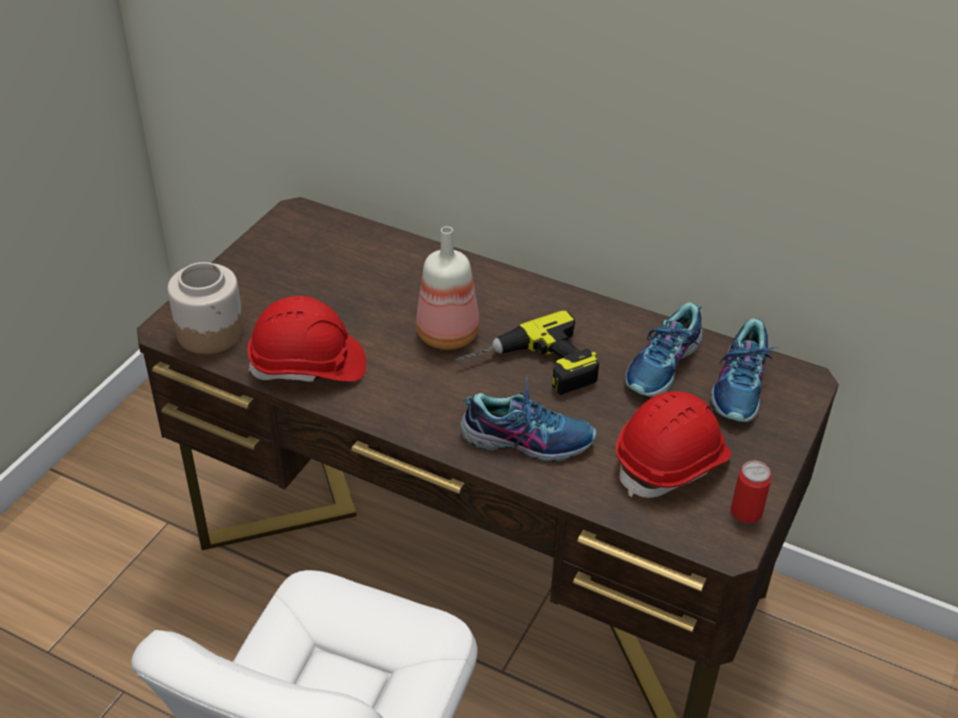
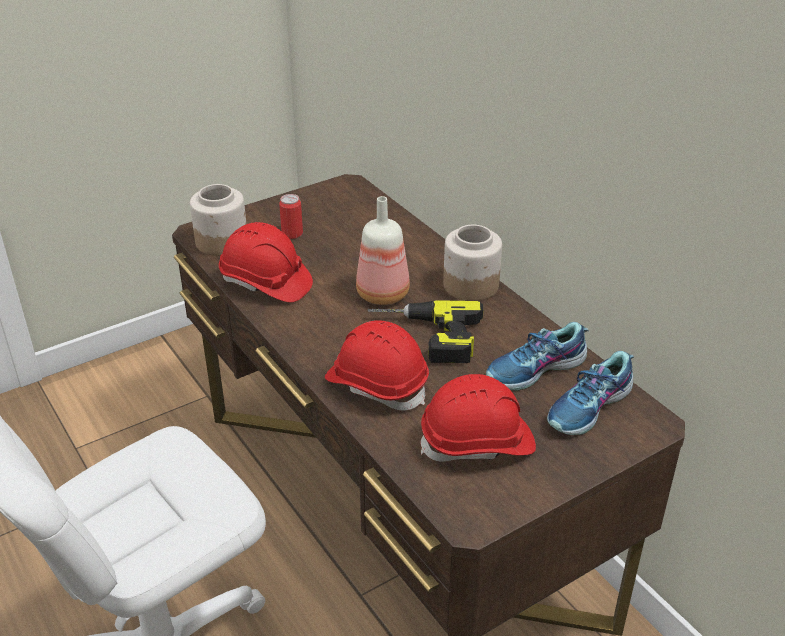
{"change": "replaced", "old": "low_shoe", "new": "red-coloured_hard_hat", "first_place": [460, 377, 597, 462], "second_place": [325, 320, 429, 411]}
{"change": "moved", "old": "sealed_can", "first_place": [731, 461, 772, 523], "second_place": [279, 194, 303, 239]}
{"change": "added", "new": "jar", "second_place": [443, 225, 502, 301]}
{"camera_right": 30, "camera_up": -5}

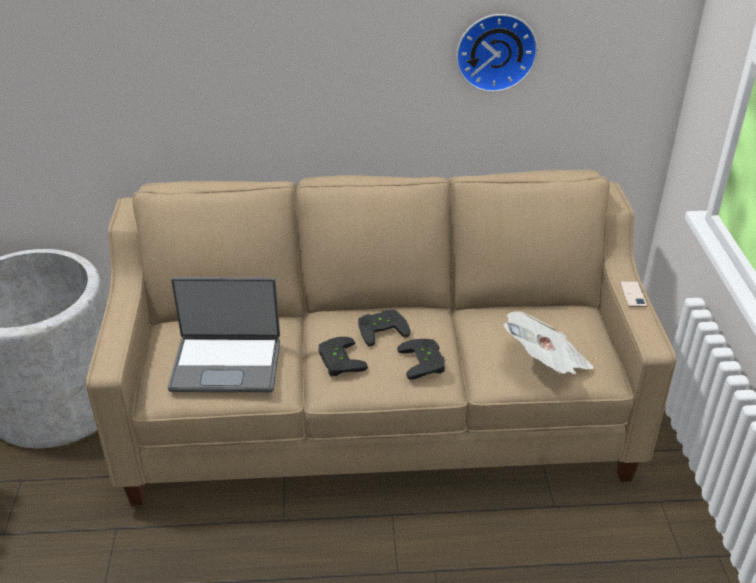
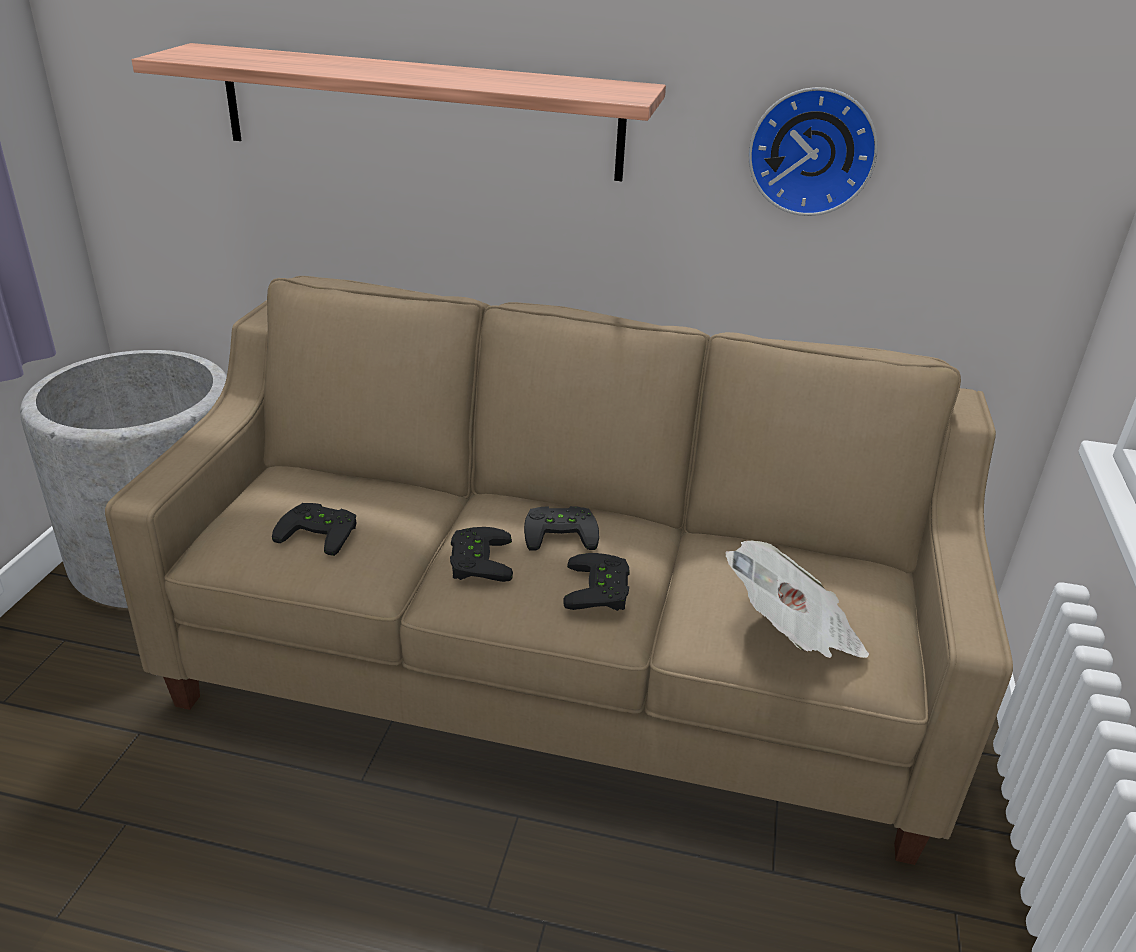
{"change": "replaced", "old": "portable_computer", "new": "black-coloured_gamepad", "first_place": [168, 277, 280, 393], "second_place": [272, 503, 357, 556]}
{"change": "removed", "old": "phone", "first_place": [620, 281, 647, 307]}
{"change": "added", "new": "shelf", "second_place": [132, 43, 666, 181]}
{"camera_right": 15, "camera_up": -5}

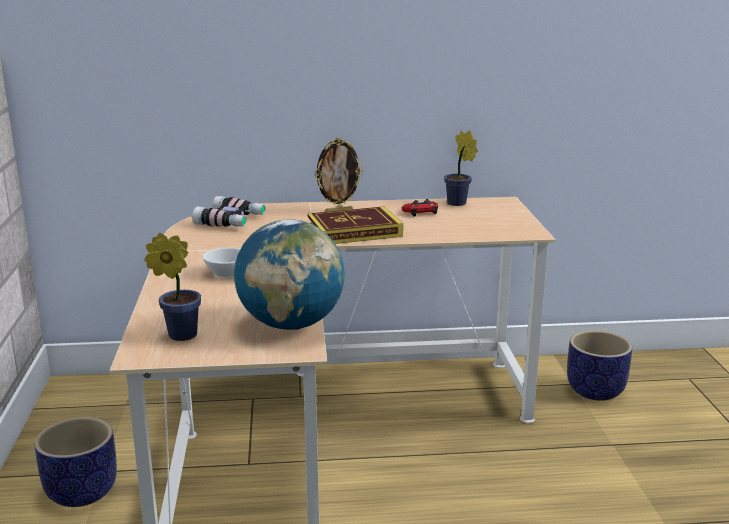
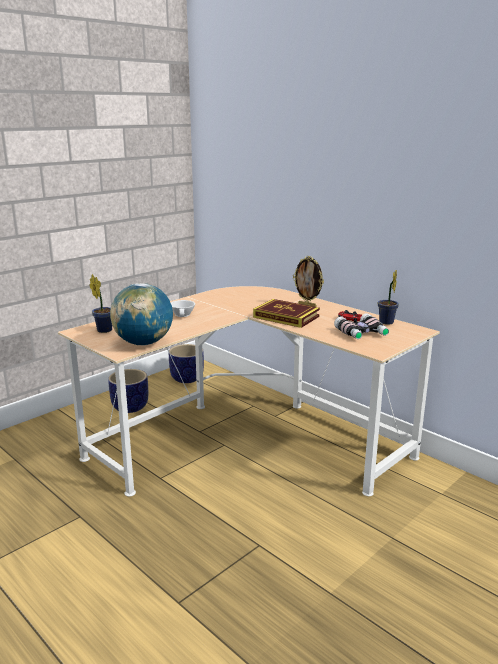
{"change": "moved", "old": "binoculars", "first_place": [192, 196, 266, 227], "second_place": [334, 313, 389, 339]}
{"change": "moved", "old": "flower_pot", "first_place": [567, 330, 632, 401], "second_place": [169, 344, 204, 383]}
{"camera_right": 50, "camera_up": 0}

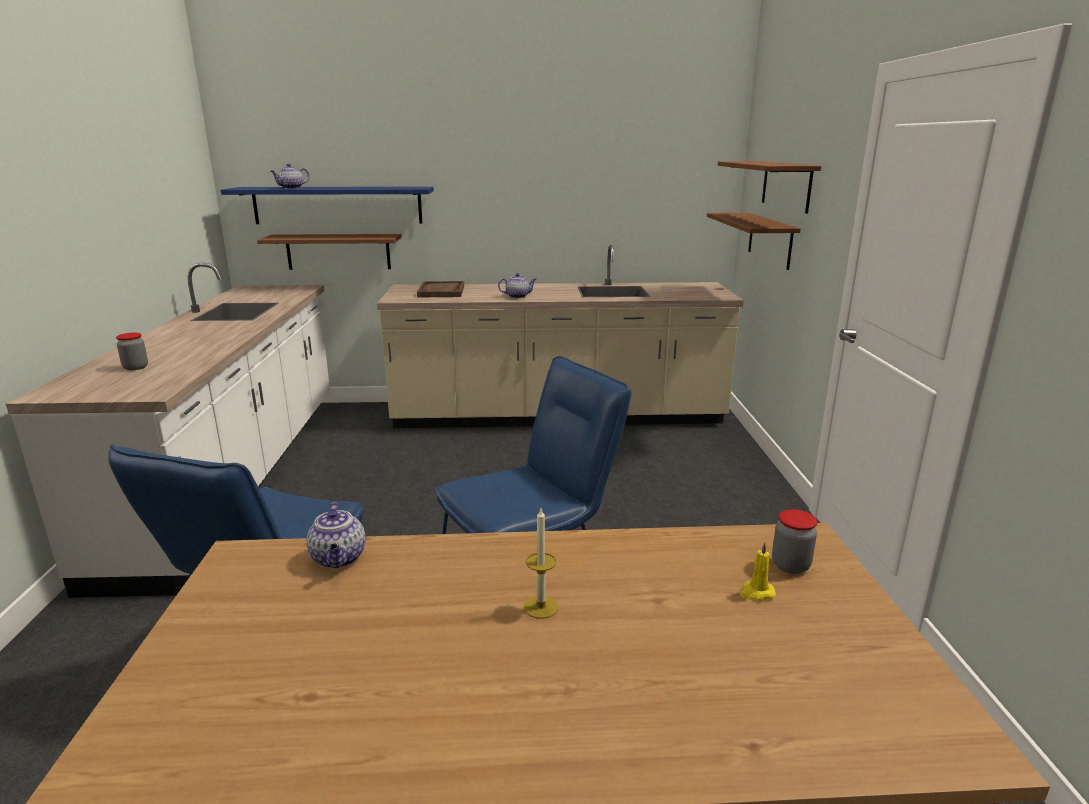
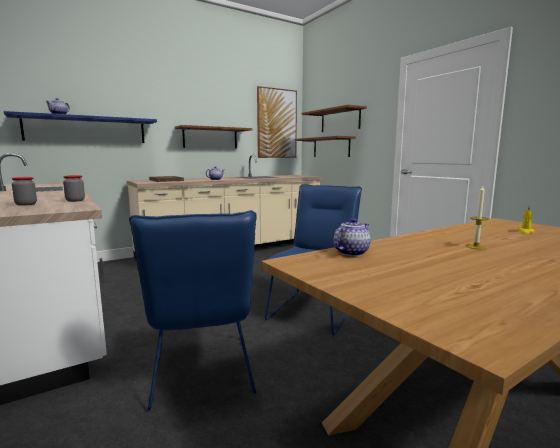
{"change": "moved", "old": "brown-coloured_shelf", "first_place": [257, 234, 402, 270], "second_place": [175, 125, 252, 148]}
{"change": "turned", "old": "teapot", "first_place": [307, 503, 366, 568], "second_place": [333, 218, 371, 256], "degrees": -90}
{"change": "moved", "old": "jar", "first_place": [772, 509, 817, 574], "second_place": [63, 175, 85, 202]}
{"change": "added", "new": "wall_art", "second_place": [257, 86, 297, 158]}
{"camera_right": -30, "camera_up": -10}

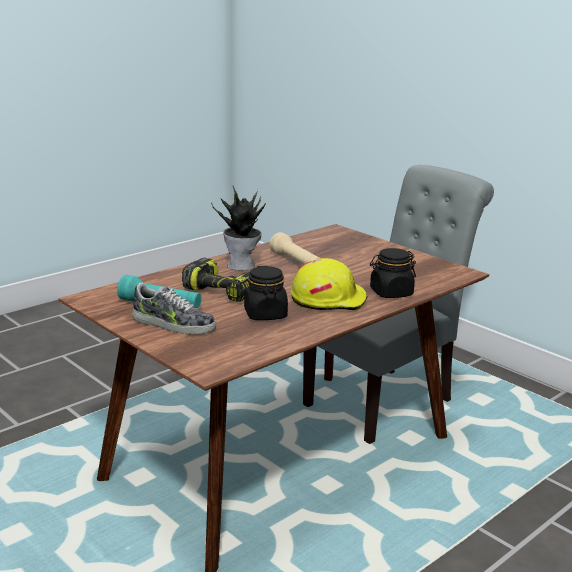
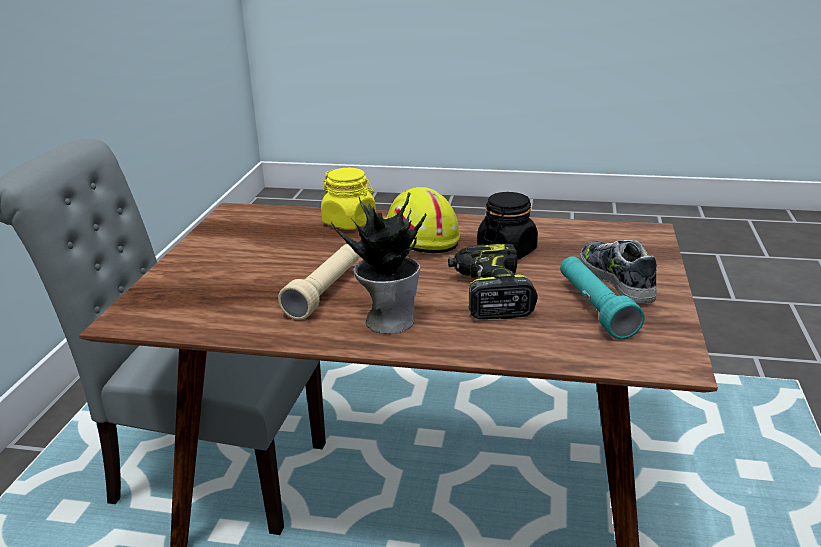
{"change": "recoloured", "old": "black-coloured_jar", "new": "yellow_jar", "first_place": [370, 248, 416, 298], "second_place": [321, 168, 376, 230]}
{"camera_right": -125, "camera_up": 5}

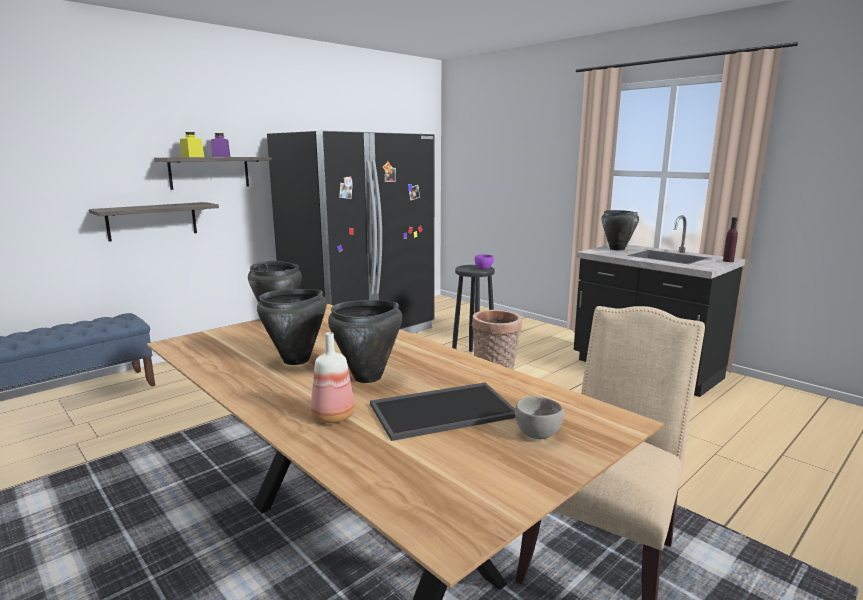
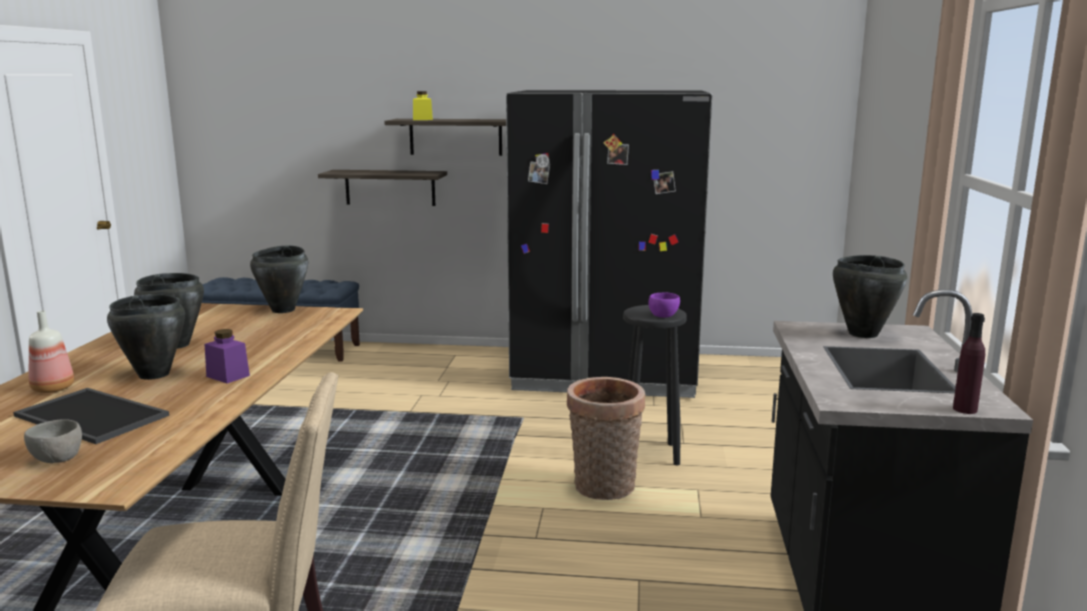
{"change": "moved", "old": "purple-coloured_jar", "first_place": [211, 133, 230, 157], "second_place": [205, 329, 250, 383]}
{"camera_right": 50, "camera_up": 0}

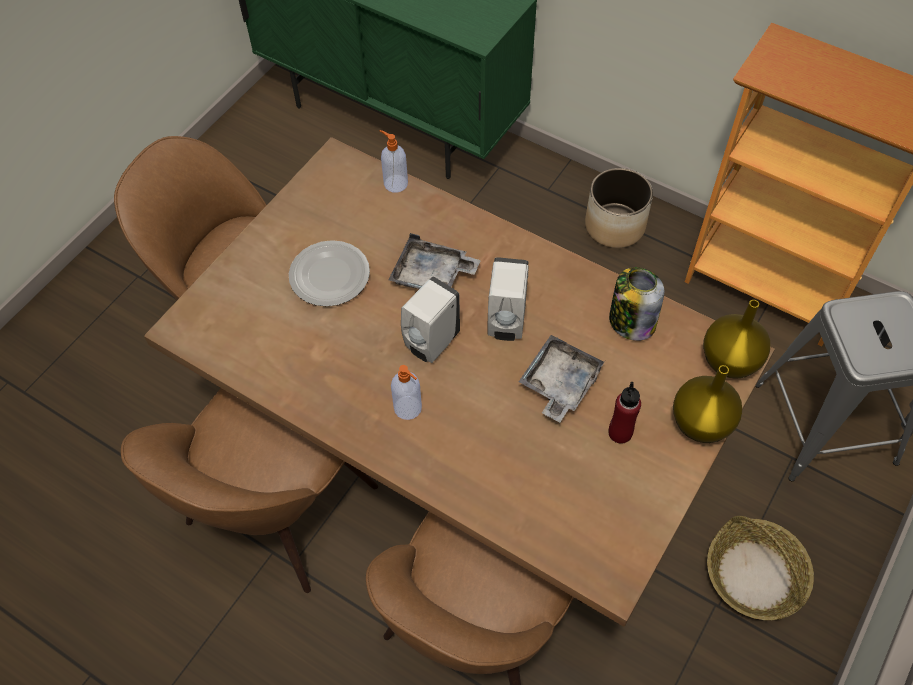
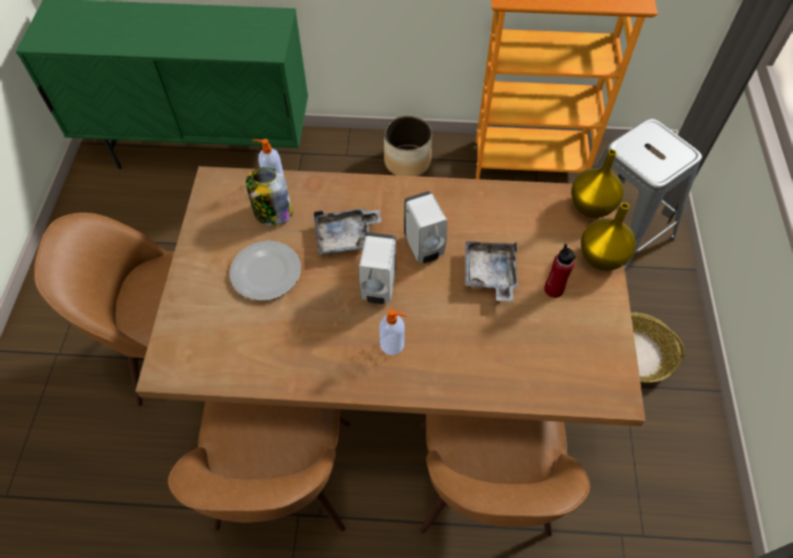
{"change": "moved", "old": "jar", "first_place": [609, 267, 664, 341], "second_place": [246, 167, 293, 226]}
{"camera_right": -30, "camera_up": 0}

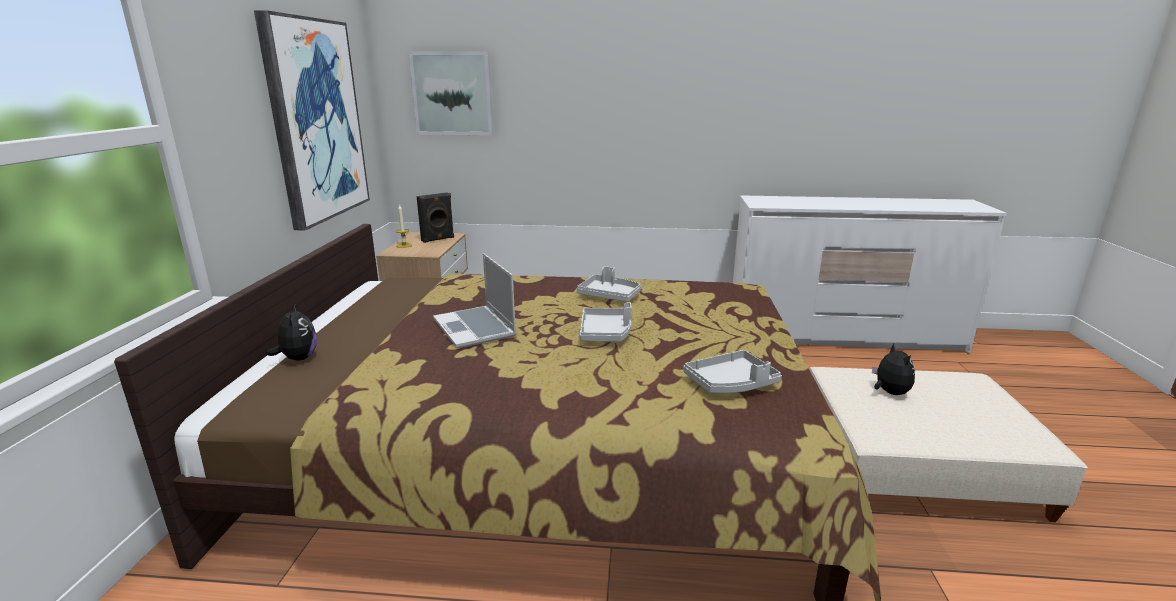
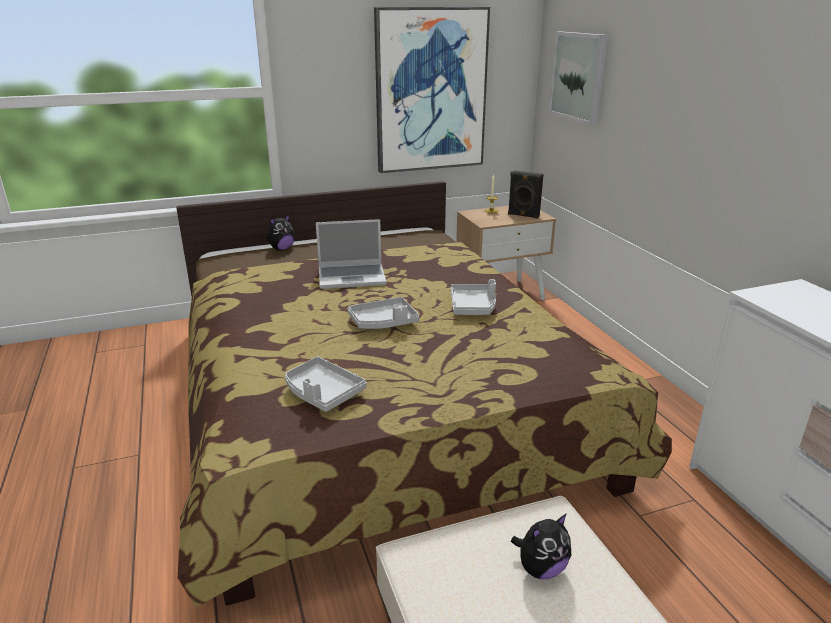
{"change": "turned", "old": "portable_computer", "first_place": [433, 253, 516, 348], "second_place": [316, 219, 386, 289], "degrees": -135}
{"camera_right": 65, "camera_up": 5}

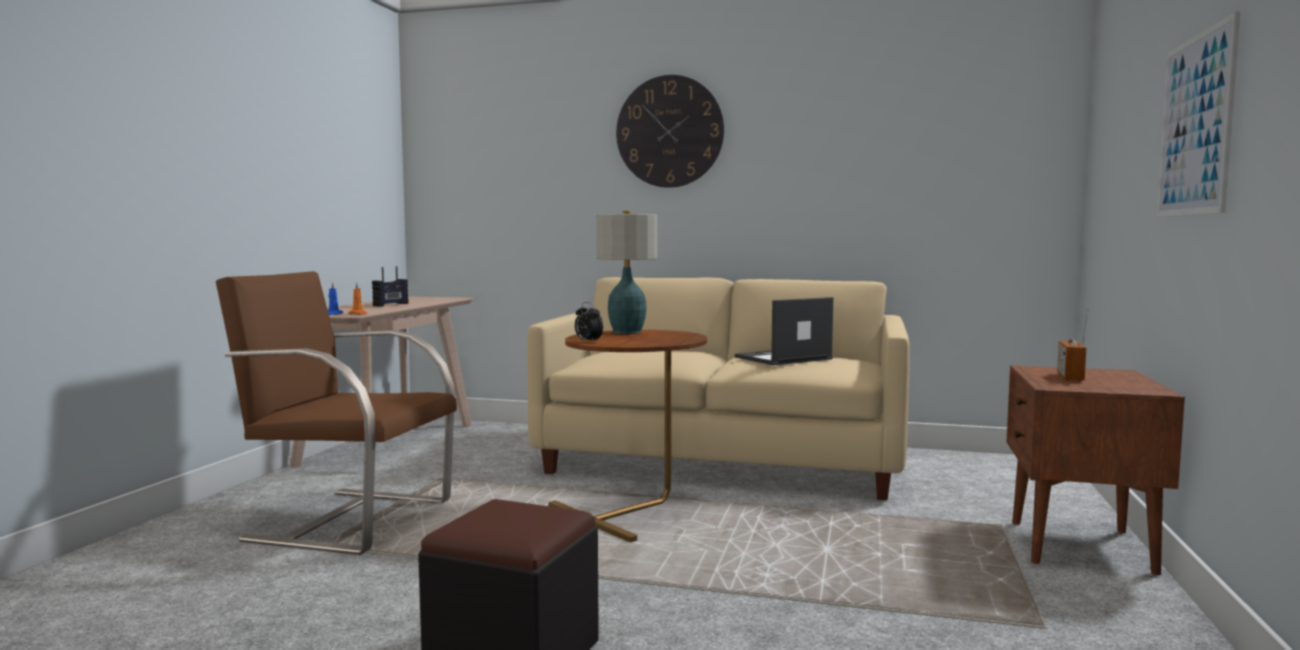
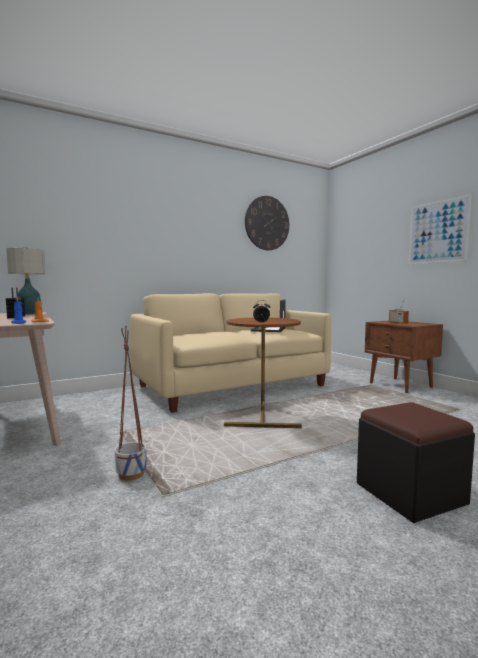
{"change": "replaced", "old": "brown-coloured_lounge_chair", "new": "flower_pot", "first_place": [216, 271, 457, 555], "second_place": [115, 326, 147, 481]}
{"change": "moved", "old": "lamp_for_a_table", "first_place": [596, 210, 657, 334], "second_place": [6, 247, 46, 315]}
{"change": "moved", "old": "clock_on_the_wall", "first_place": [616, 75, 724, 188], "second_place": [245, 196, 289, 250]}
{"camera_right": -45, "camera_up": 0}

